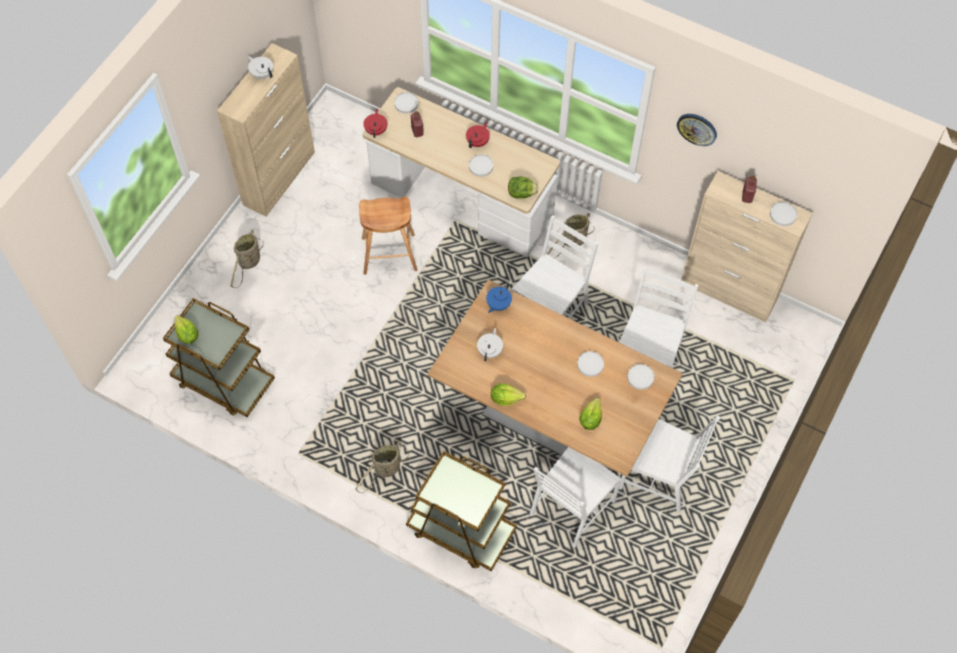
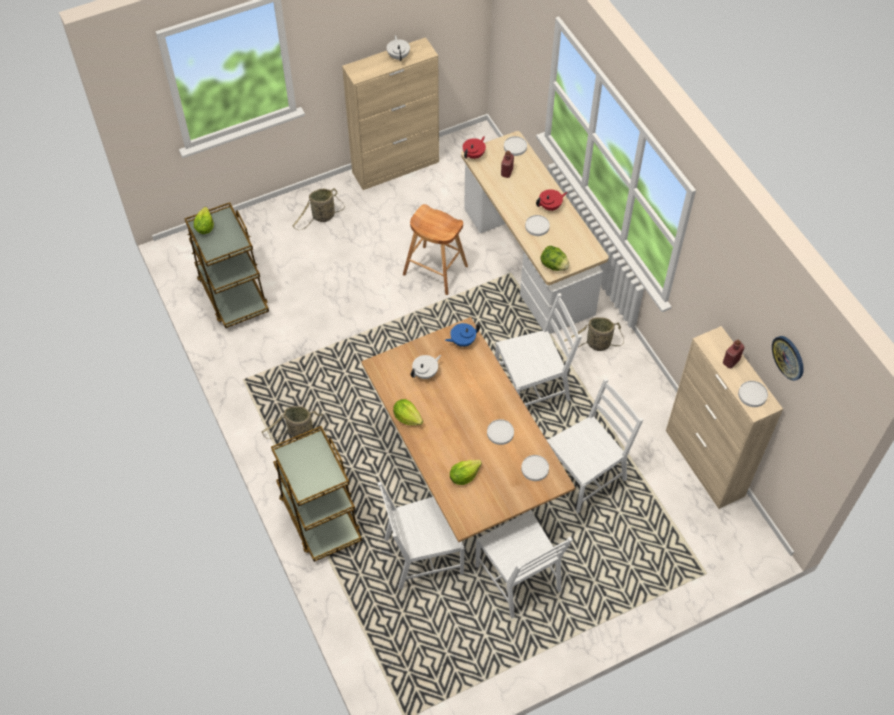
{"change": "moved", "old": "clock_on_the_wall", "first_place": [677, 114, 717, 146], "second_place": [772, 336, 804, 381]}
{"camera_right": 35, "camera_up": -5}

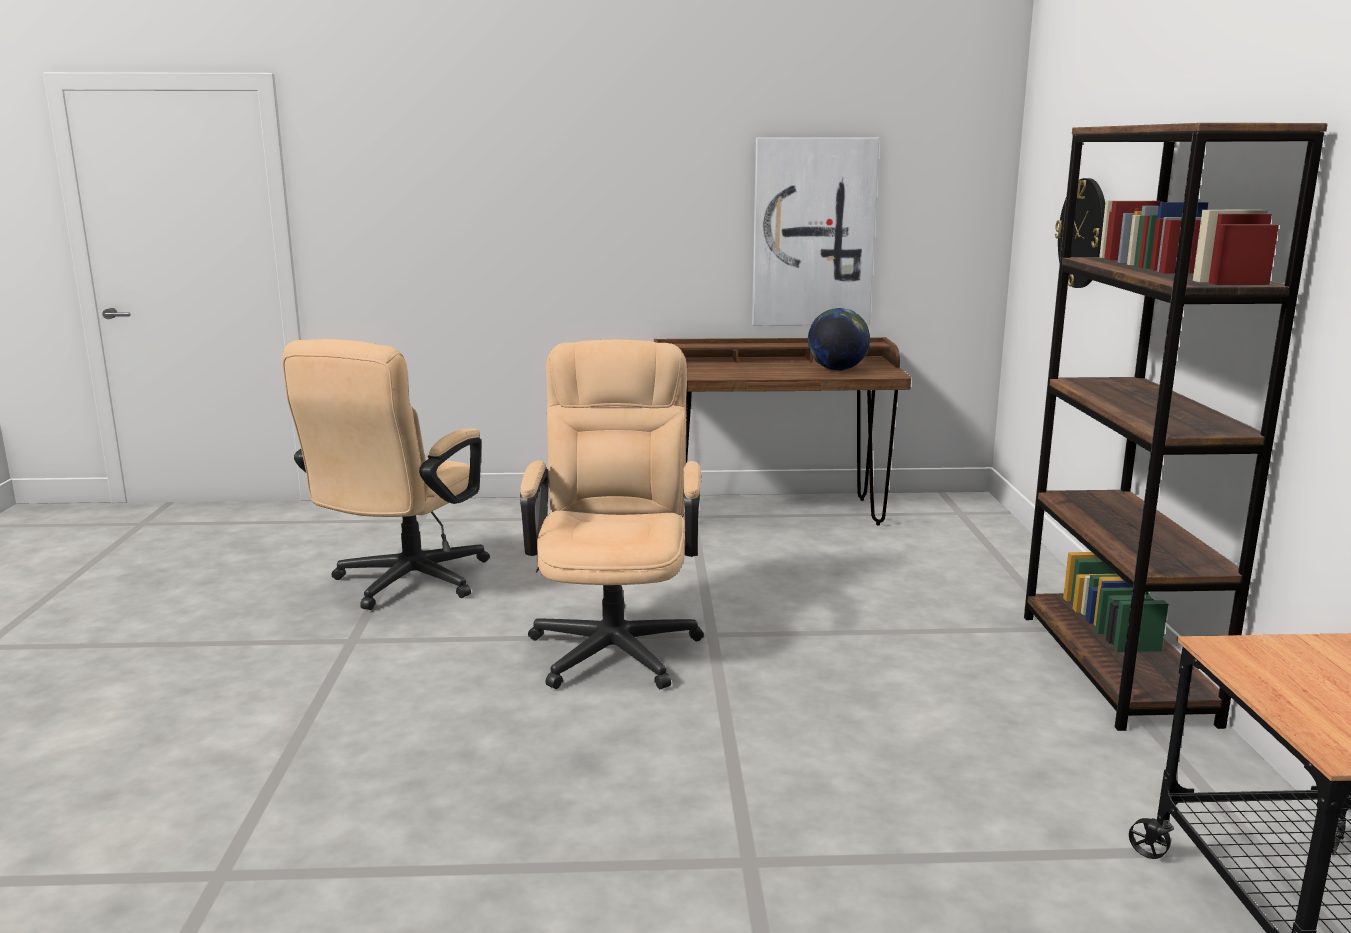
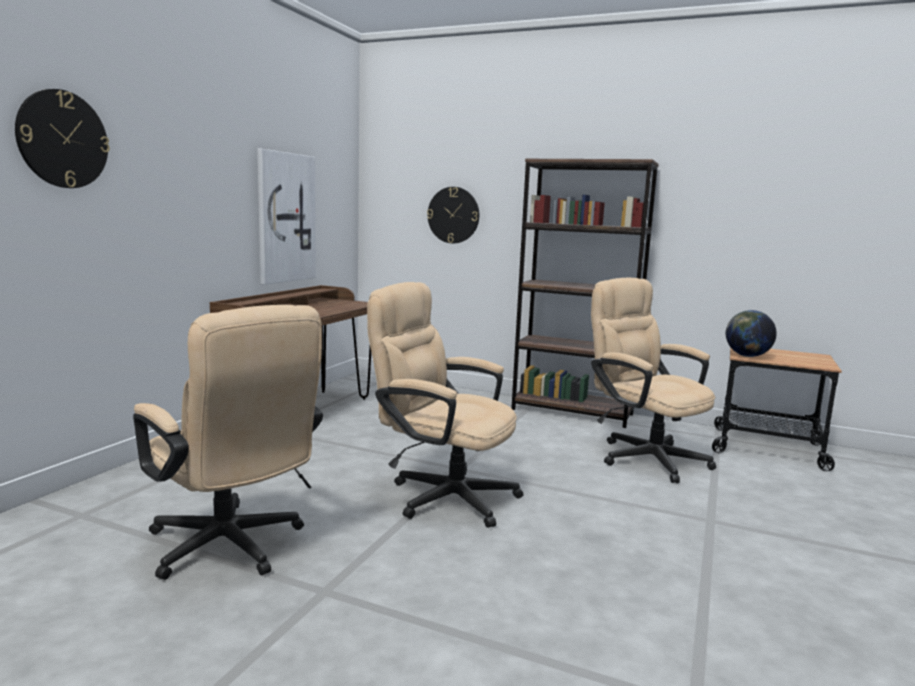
{"change": "moved", "old": "globe", "first_place": [808, 308, 870, 371], "second_place": [726, 310, 777, 357]}
{"change": "added", "new": "clock_on_the_wall", "second_place": [15, 89, 110, 188]}
{"change": "added", "new": "beige-coloured_office_chair", "second_place": [591, 278, 716, 483]}
{"camera_right": -65, "camera_up": -5}

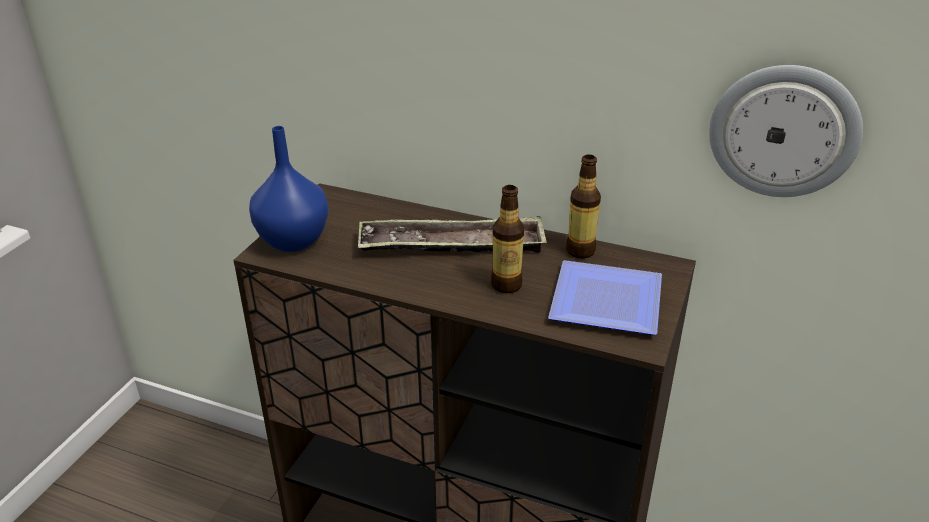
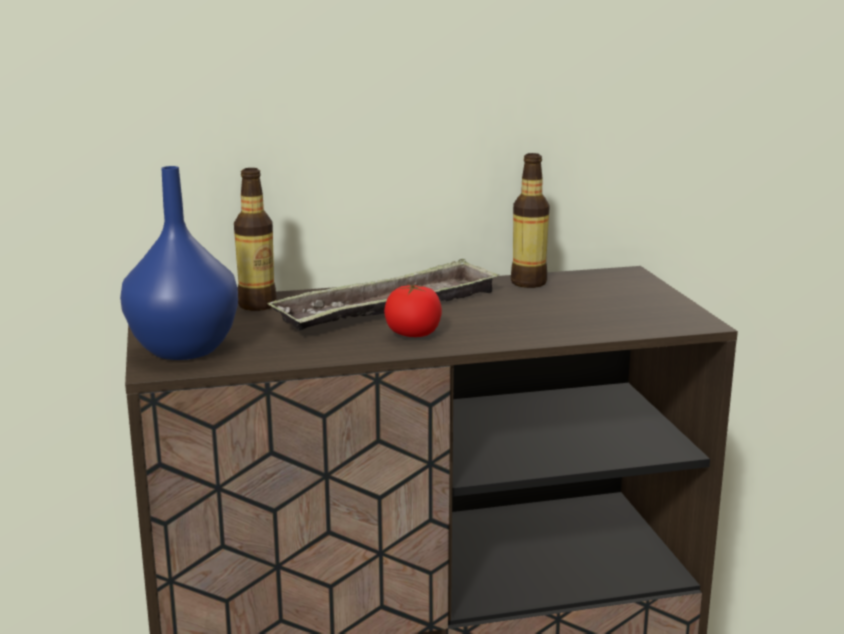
{"change": "moved", "old": "bottle", "first_place": [491, 185, 524, 293], "second_place": [234, 168, 277, 311]}
{"change": "removed", "old": "plate", "first_place": [548, 260, 662, 335]}
{"change": "removed", "old": "clock_on_the_wall", "first_place": [709, 65, 863, 197]}
{"change": "added", "new": "whole_tomato", "second_place": [384, 284, 442, 337]}
{"camera_right": -35, "camera_up": -15}

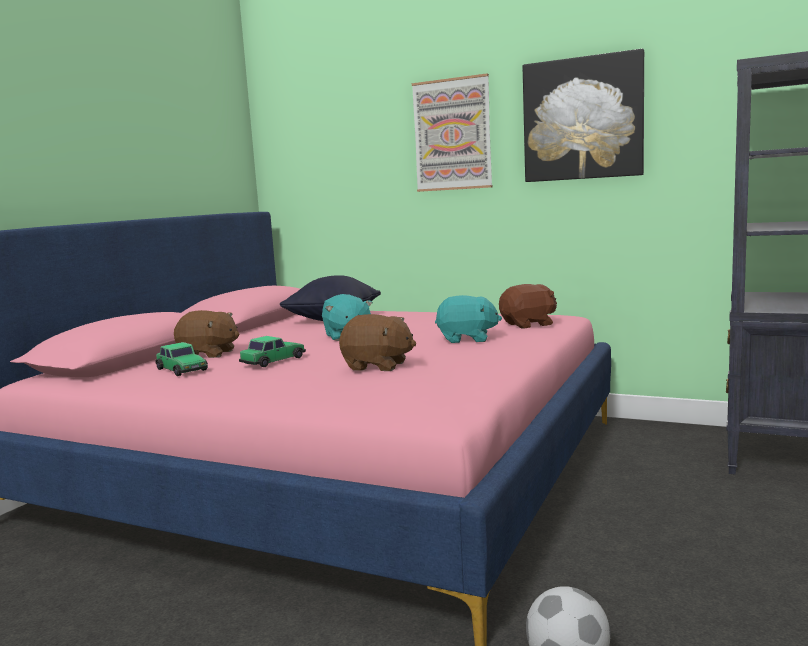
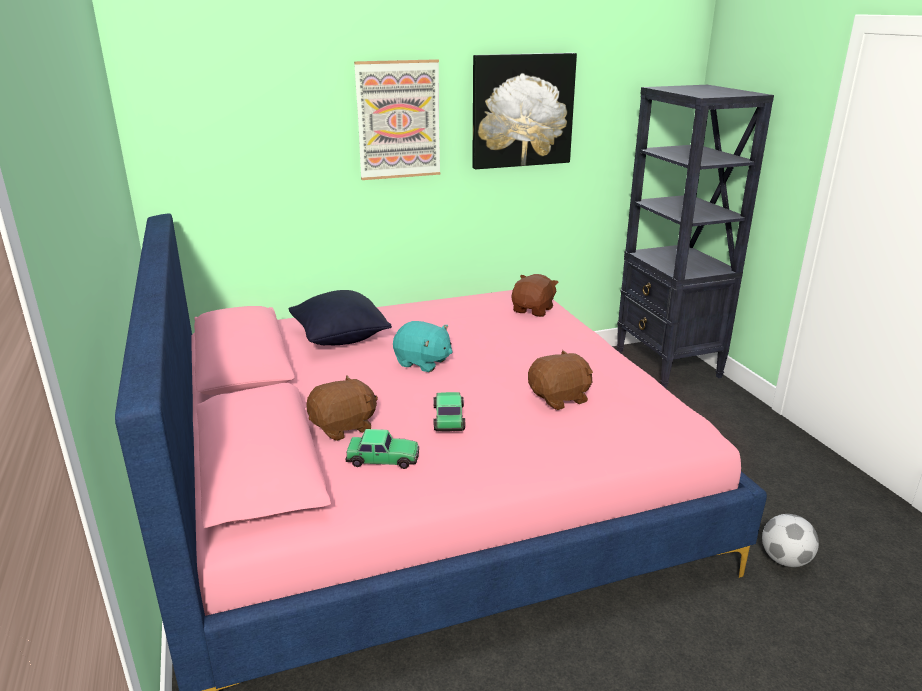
{"change": "removed", "old": "turquoise-coloured_plush_toy", "first_place": [435, 295, 502, 343]}
{"camera_right": -45, "camera_up": 15}

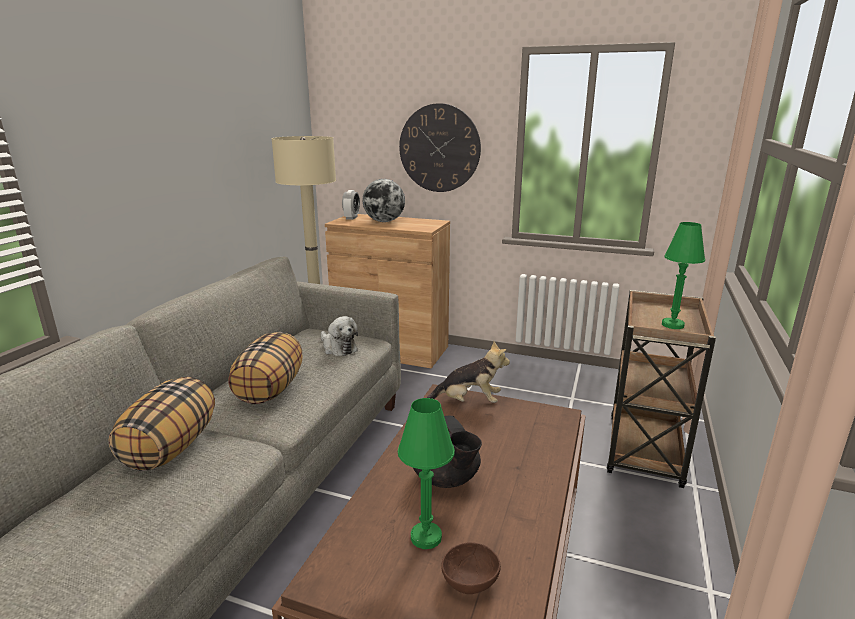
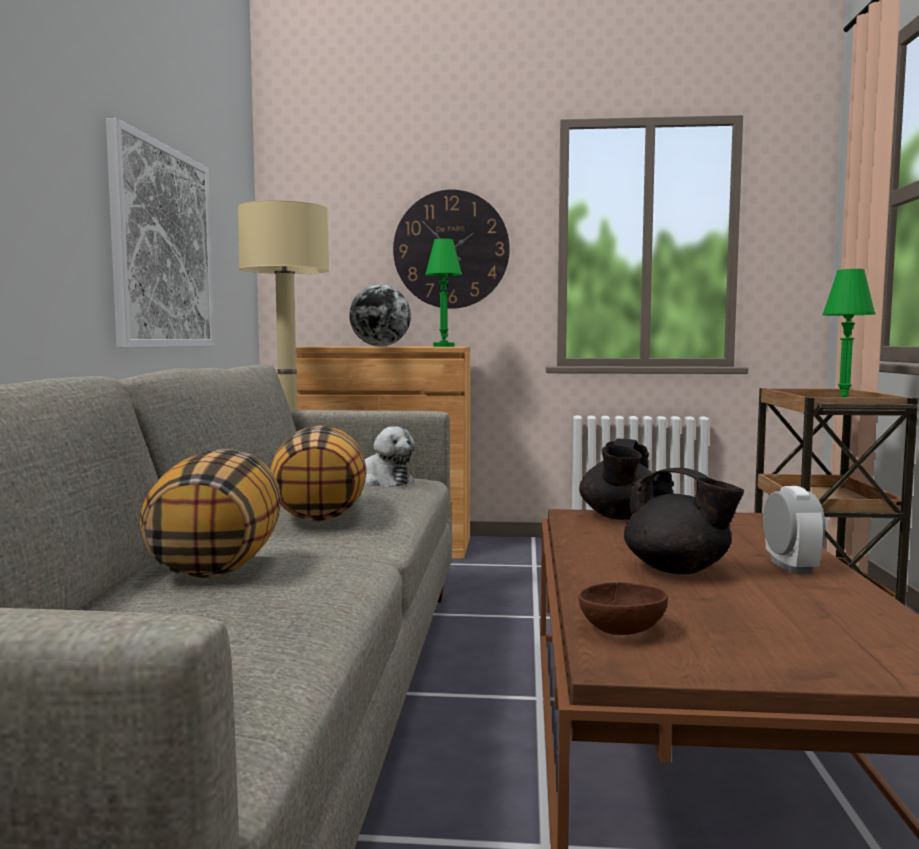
{"change": "moved", "old": "bedside_clock", "first_place": [342, 190, 360, 220], "second_place": [763, 486, 825, 573]}
{"change": "moved", "old": "greenish_lamp_for_a_table", "first_place": [398, 398, 455, 549], "second_place": [425, 238, 462, 347]}
{"change": "replaced", "old": "plush_toy", "new": "black-coloured_teapot", "first_place": [427, 341, 510, 403], "second_place": [579, 438, 653, 520]}
{"change": "moved", "old": "brown-coloured_deep_dish", "first_place": [441, 542, 501, 594], "second_place": [578, 582, 668, 635]}
{"change": "added", "new": "wall_art", "second_place": [106, 118, 214, 348]}
{"camera_right": -15, "camera_up": -15}

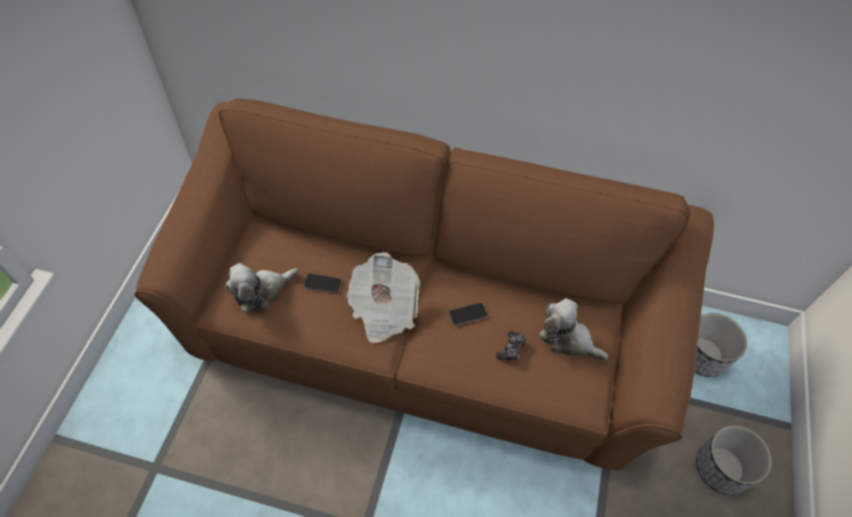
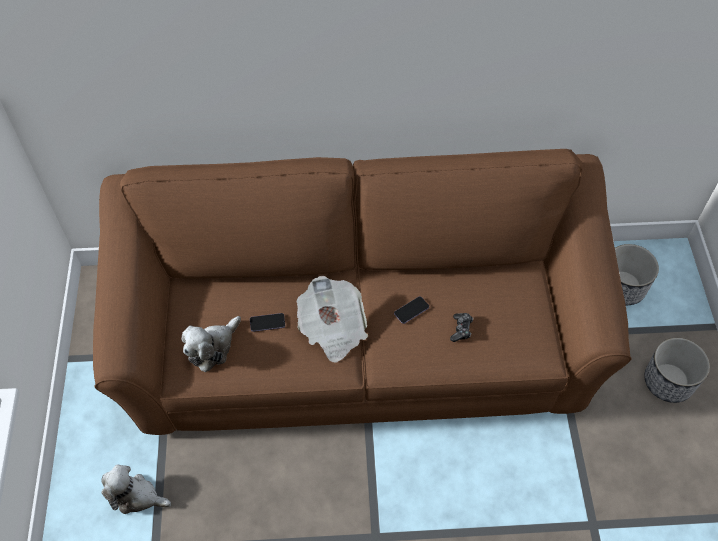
{"change": "moved", "old": "plush_toy", "first_place": [539, 298, 608, 360], "second_place": [101, 465, 171, 514]}
{"camera_right": -15, "camera_up": 0}

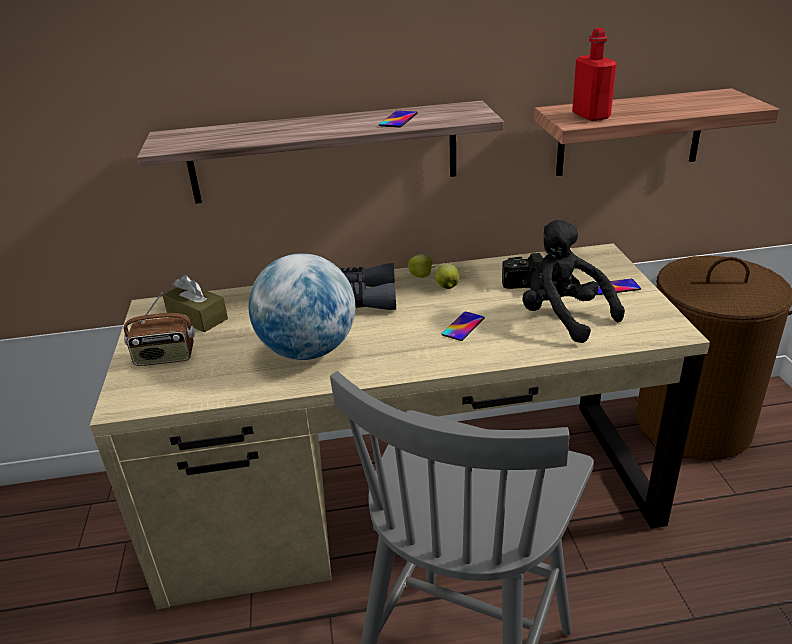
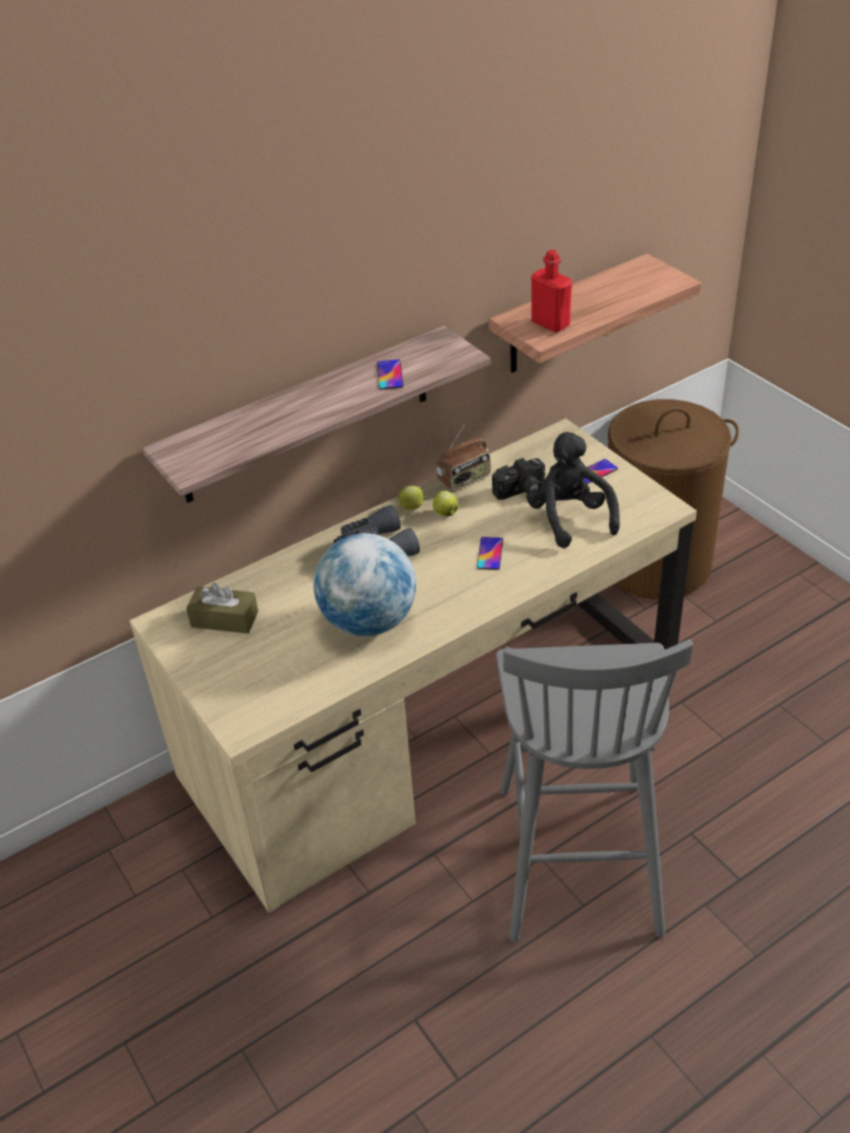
{"change": "moved", "old": "radio_receiver", "first_place": [124, 292, 195, 366], "second_place": [436, 424, 491, 491]}
{"change": "turned", "old": "black-coloured_plush_toy", "first_place": [522, 220, 625, 343], "second_place": [526, 432, 620, 548], "degrees": 45}
{"camera_right": -25, "camera_up": 10}

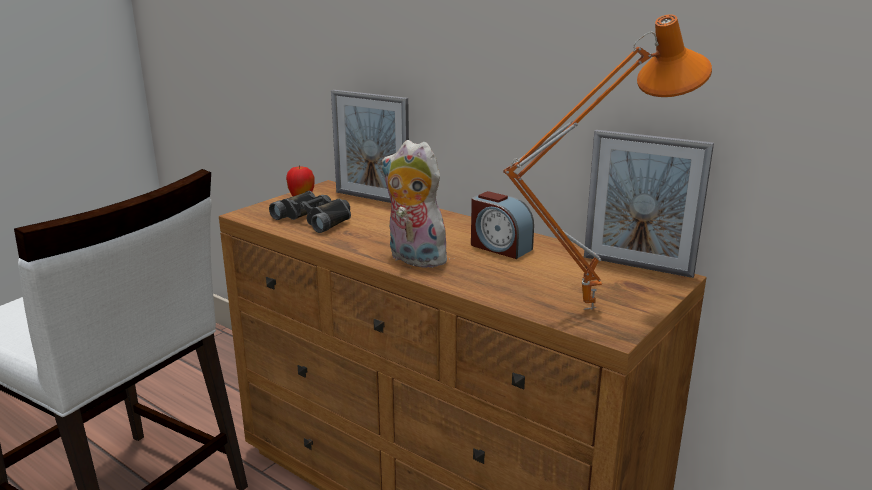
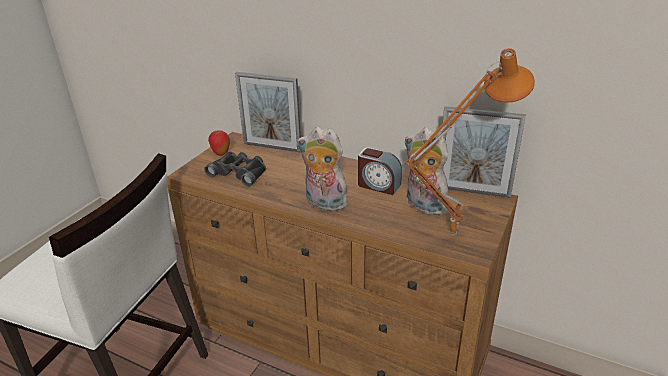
{"change": "added", "new": "plush_toy", "second_place": [404, 128, 448, 215]}
{"camera_right": -10, "camera_up": 10}

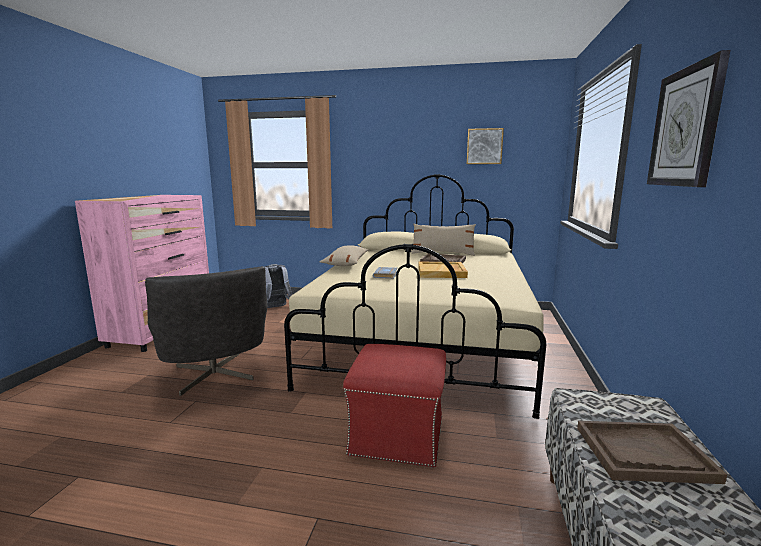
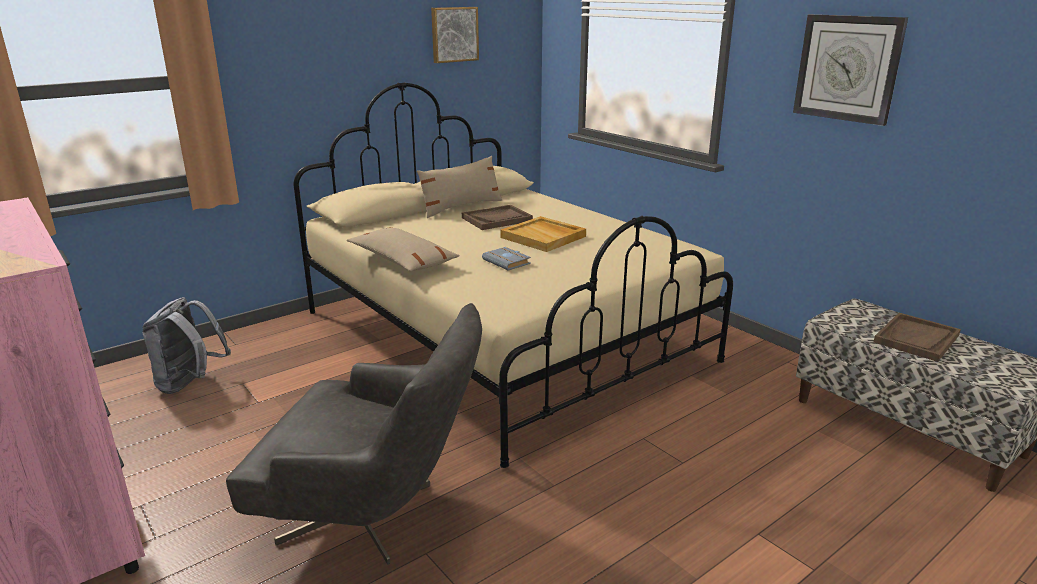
{"change": "removed", "old": "red-coloured_footrest", "first_place": [343, 344, 446, 467]}
{"camera_right": -50, "camera_up": 10}

